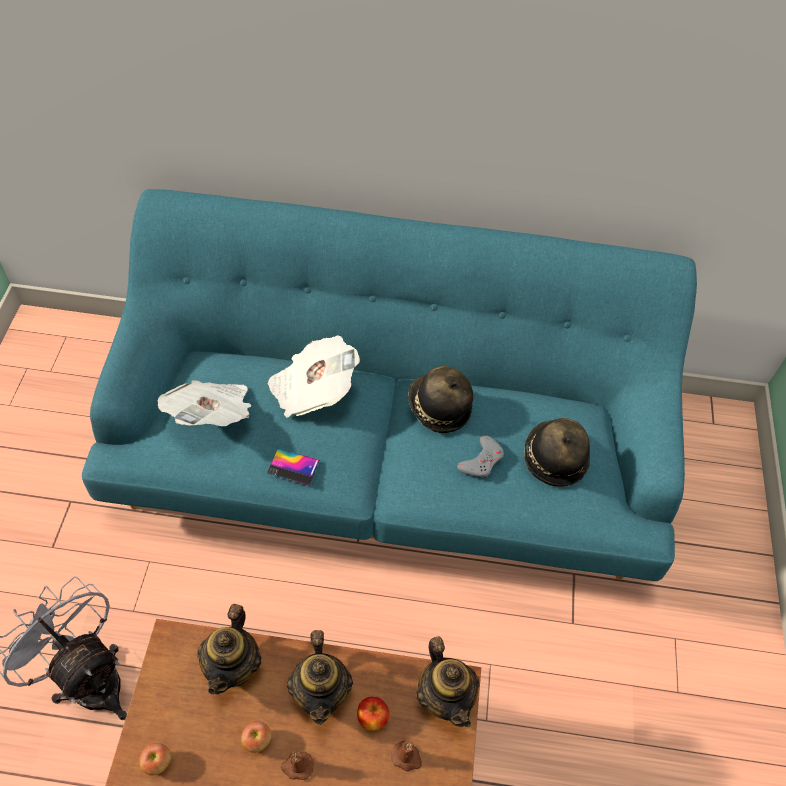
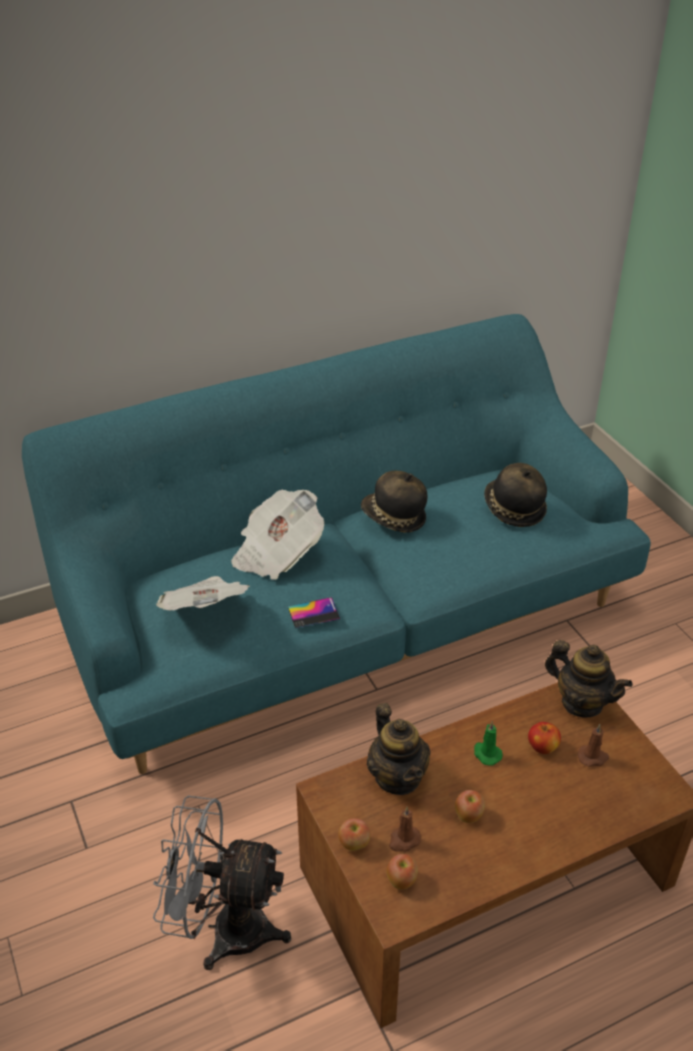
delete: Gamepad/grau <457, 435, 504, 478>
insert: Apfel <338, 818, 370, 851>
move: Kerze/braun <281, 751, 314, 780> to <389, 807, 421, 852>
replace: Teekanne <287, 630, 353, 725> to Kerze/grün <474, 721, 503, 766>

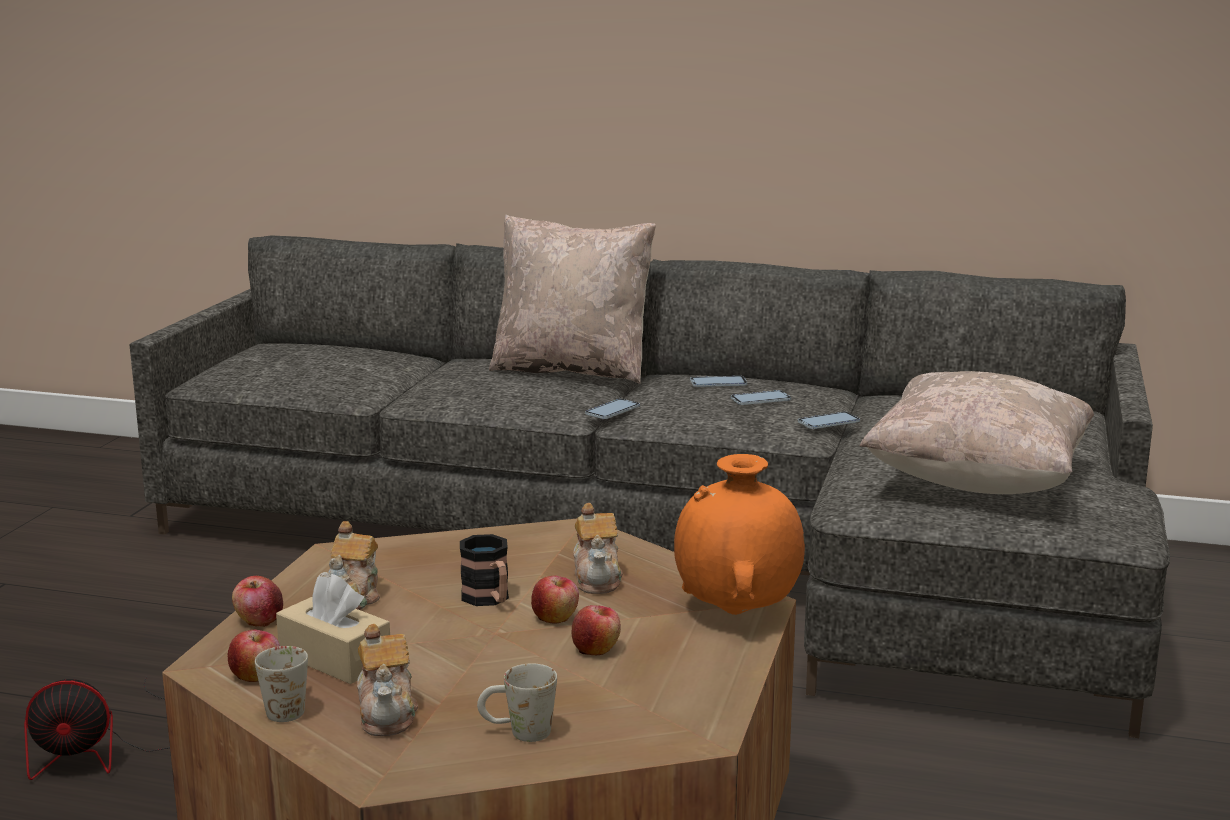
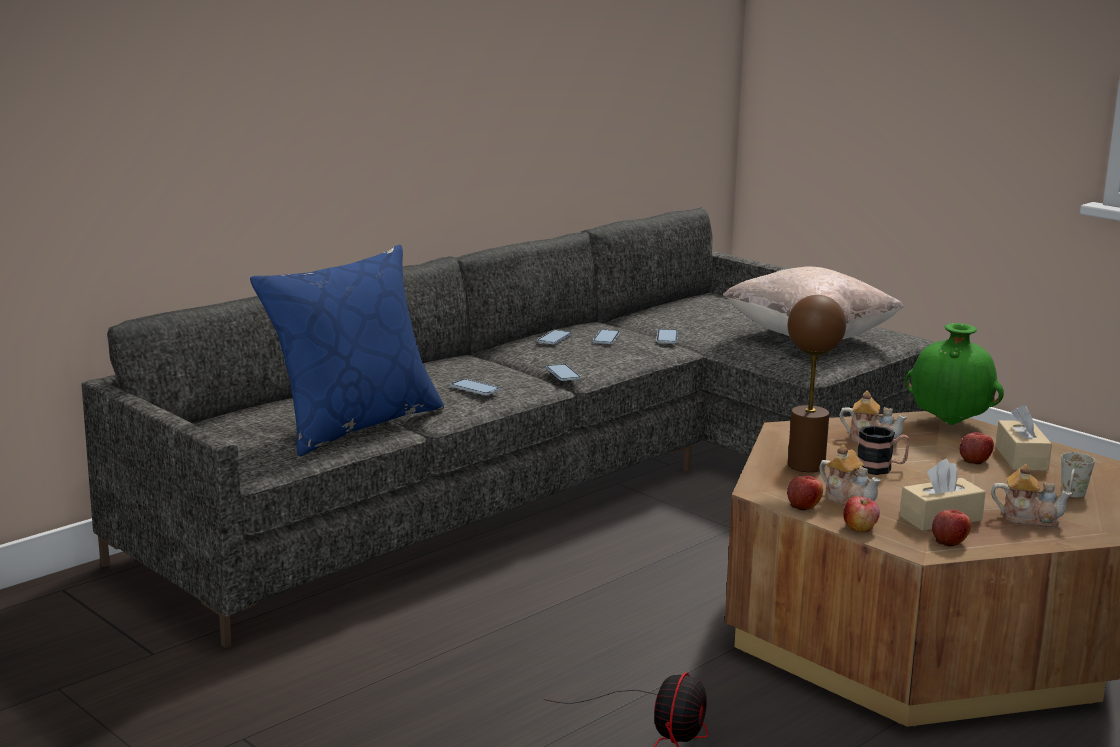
delete: Henkelbecher/weiß <255, 646, 308, 722>; Kissen/beige <489, 215, 656, 384>
insert: Kissen/blau <250, 245, 444, 456>; Handy <450, 379, 500, 396>; Tischlampe/braun <788, 295, 846, 472>; Taschentuchbox/beige <996, 405, 1052, 471>
move: Apfel <531, 576, 579, 624> to <787, 476, 823, 510>
recolor: Vase/orange <674, 454, 805, 615> to Vase/grün <905, 323, 1004, 425>

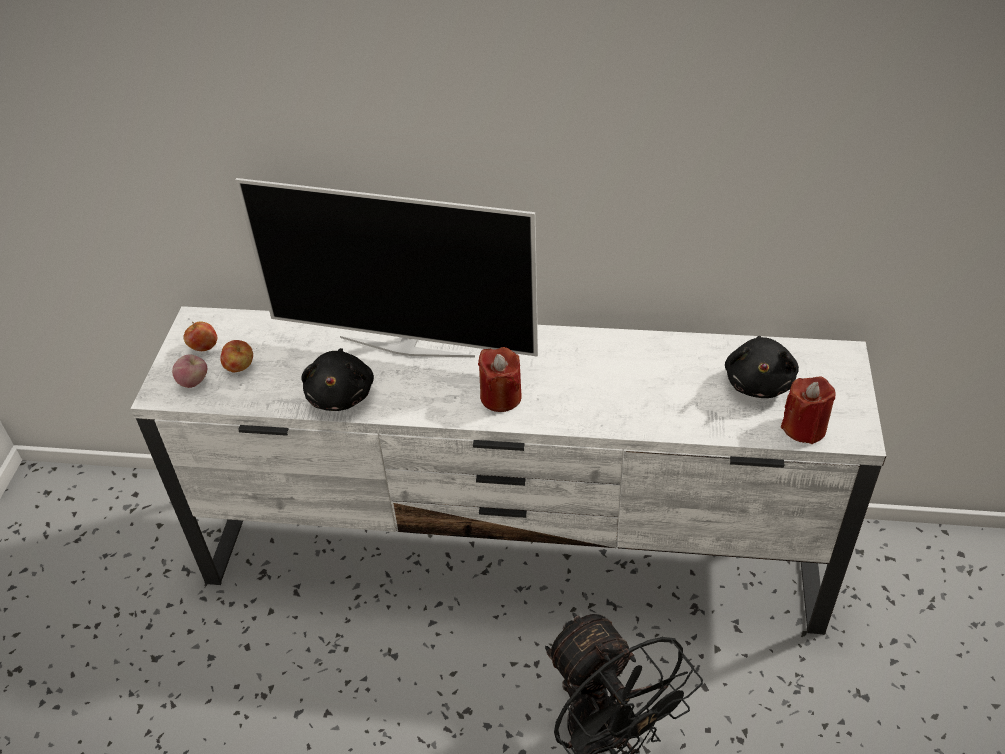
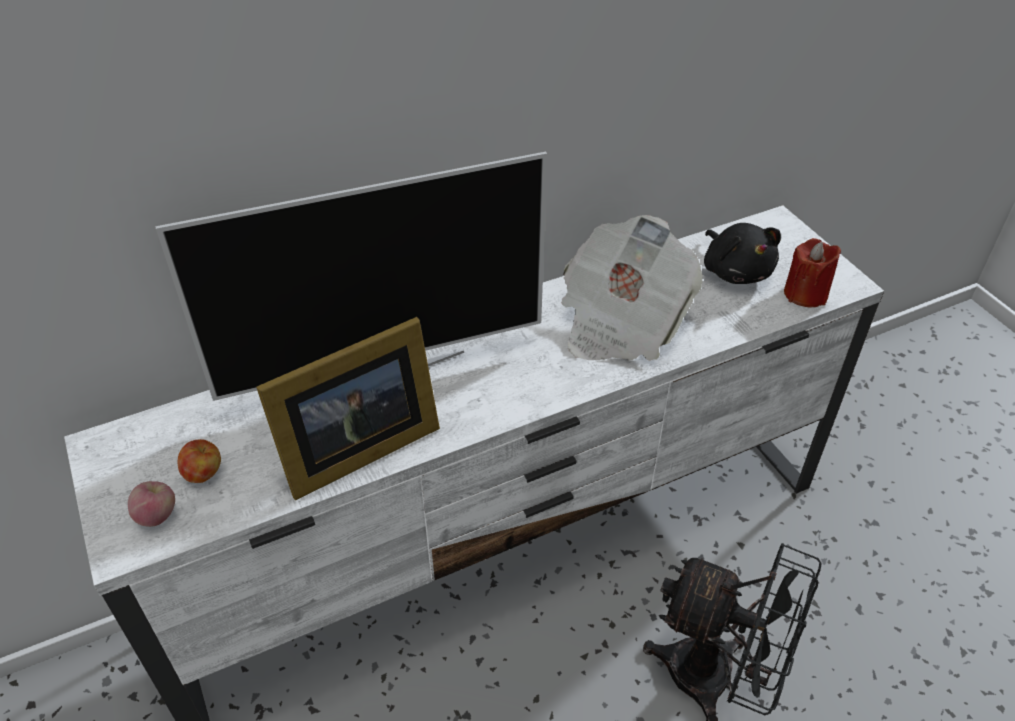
delete: Apfel <183, 321, 217, 351>; Kerze/rot <478, 347, 522, 412>
insert: Zeitung <561, 215, 703, 361>
replace: Plüschtier/schwarz <301, 348, 374, 411> to Bilderrahmen <256, 317, 440, 500>

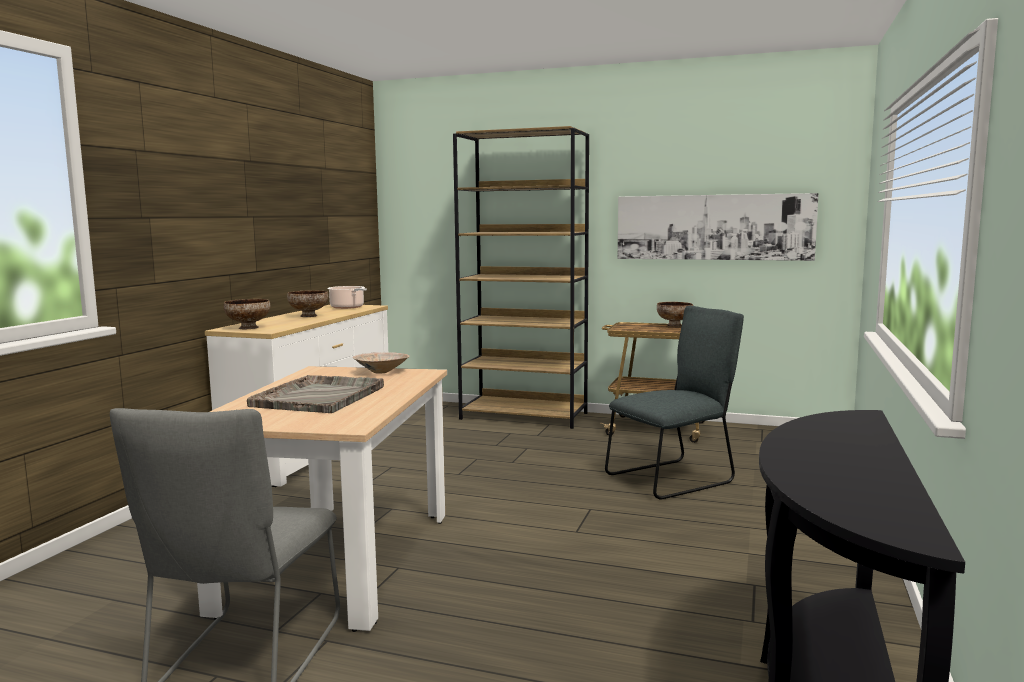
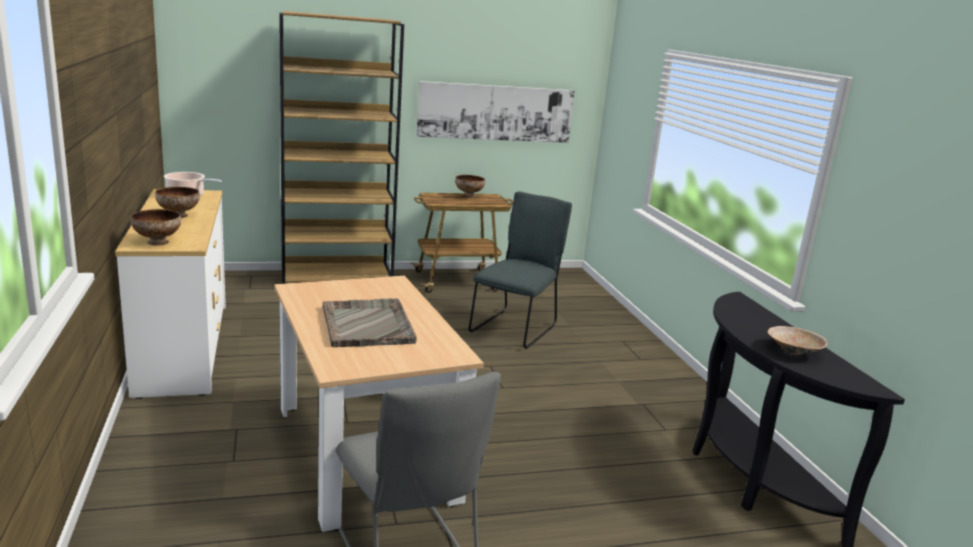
move: Schüssel/beige <353, 352, 410, 374> to <768, 326, 828, 355>

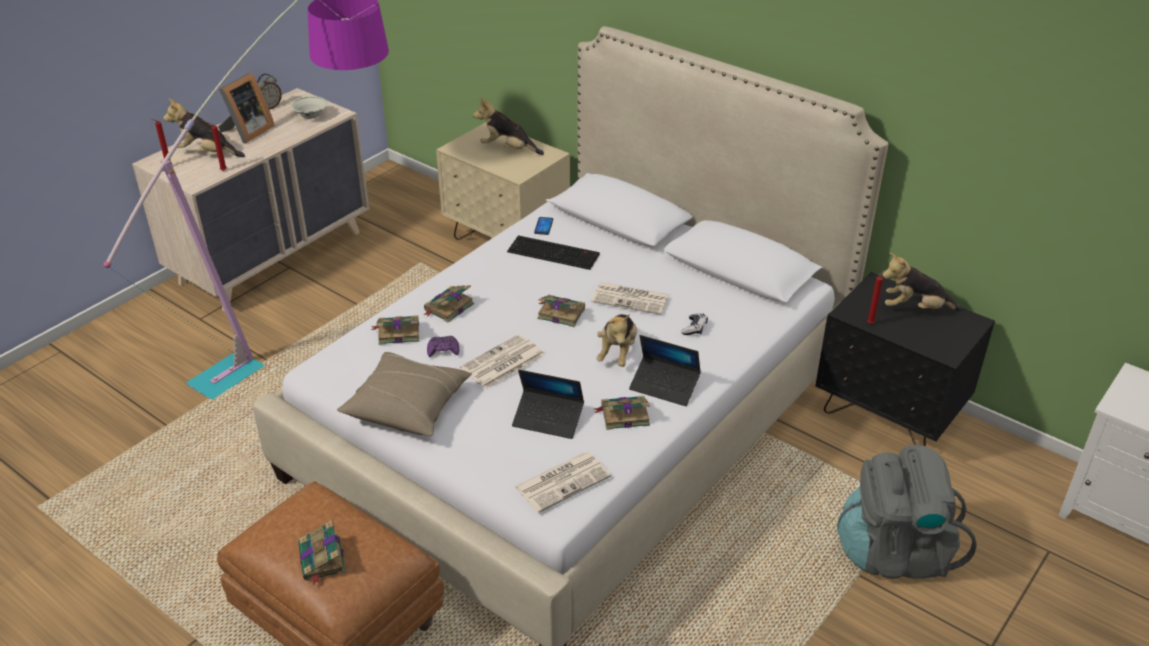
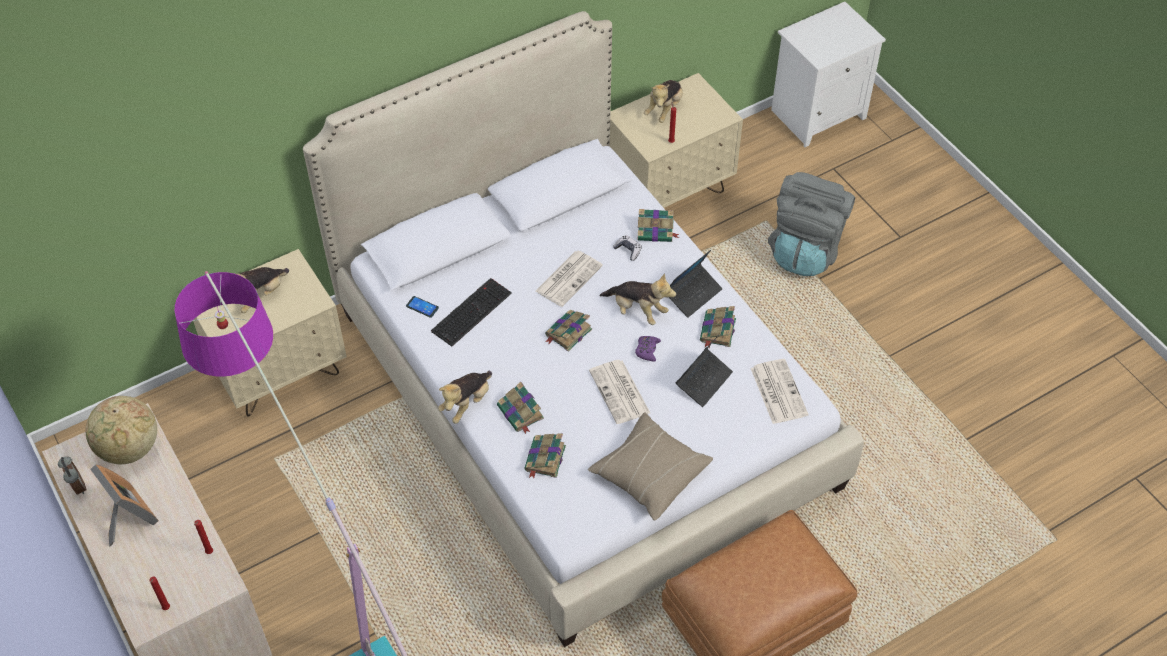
move: Plüschtier <163, 99, 245, 157> to <438, 371, 492, 424>; Gamepad/lila <427, 336, 459, 357> to <635, 336, 661, 362>; Buch <298, 520, 346, 585> to <638, 209, 679, 242>
replace: Schüssel/weiß <291, 96, 327, 119> to Globus <86, 396, 157, 464>
recolor: Nachttisch/schwarz <815, 272, 995, 447> to Nachttisch/beige <610, 73, 743, 208>

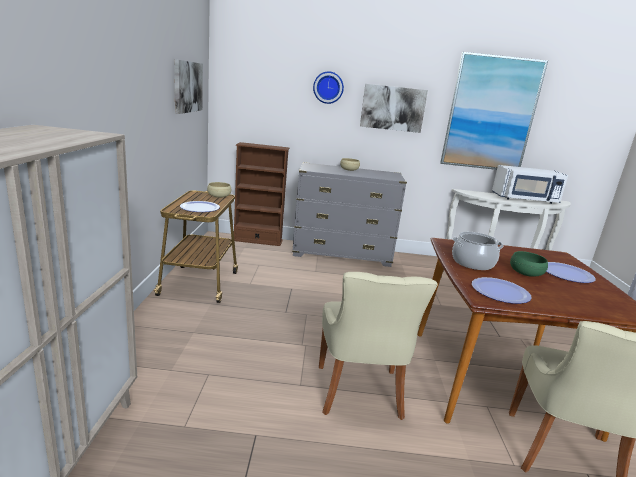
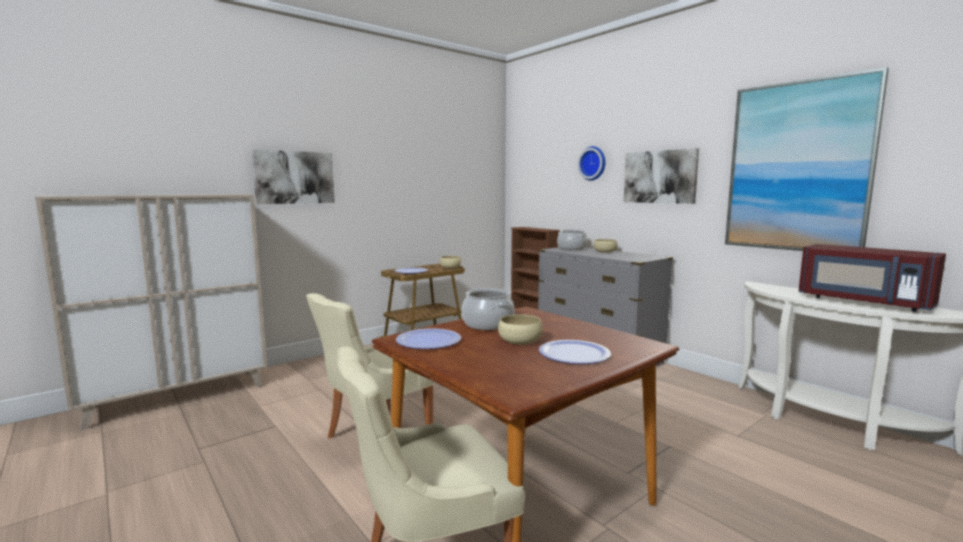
insert: Kochtopf <557, 230, 587, 250>
move: Bild <174, 59, 203, 114> to <252, 149, 335, 204>
recolor: Schüssel/grün <510, 251, 548, 277> to Schüssel/beige <498, 314, 543, 345>; Mikrowelle/weiß <492, 165, 568, 204> to Mikrowelle/rot <798, 244, 946, 312>

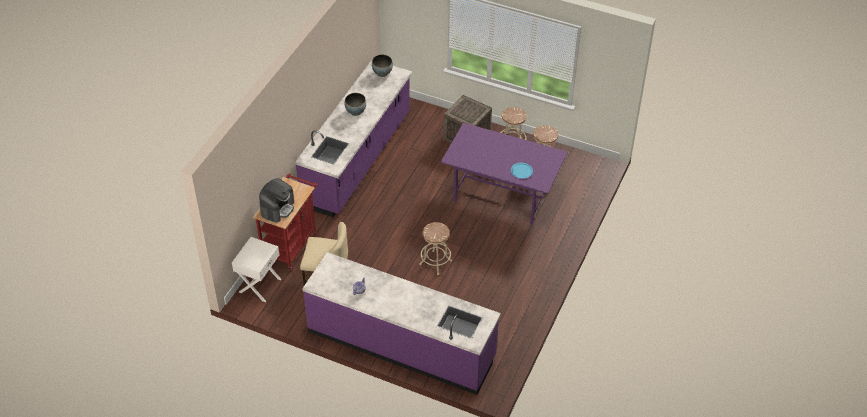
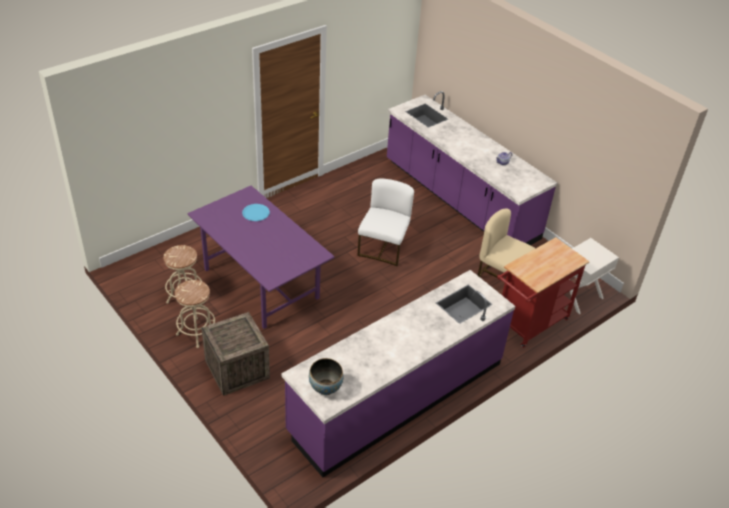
delete: Kaffeemaschine <259, 178, 294, 223>; Schüssel <345, 93, 366, 116>
replace: Hocker/beige <419, 222, 452, 275> to Stuhl/weiß <357, 179, 414, 266>

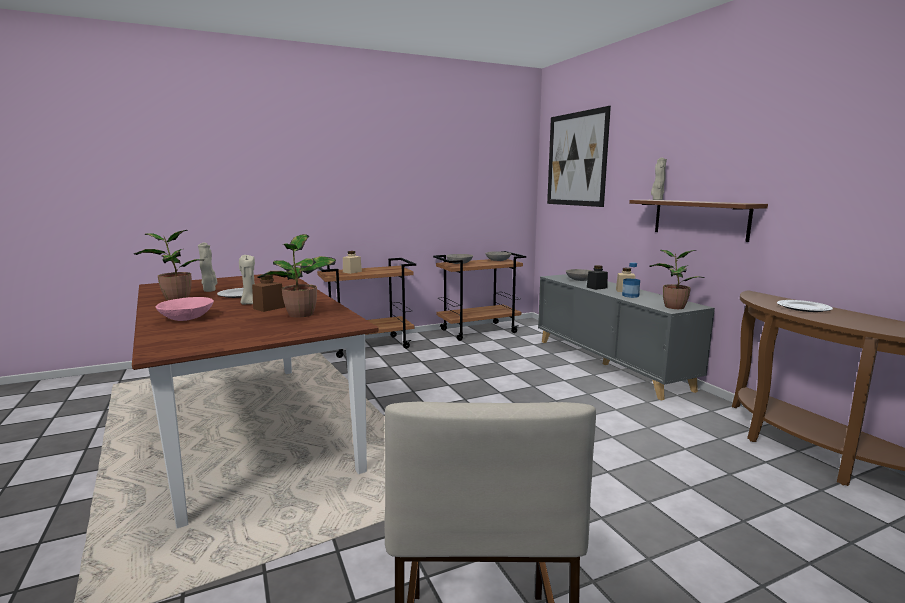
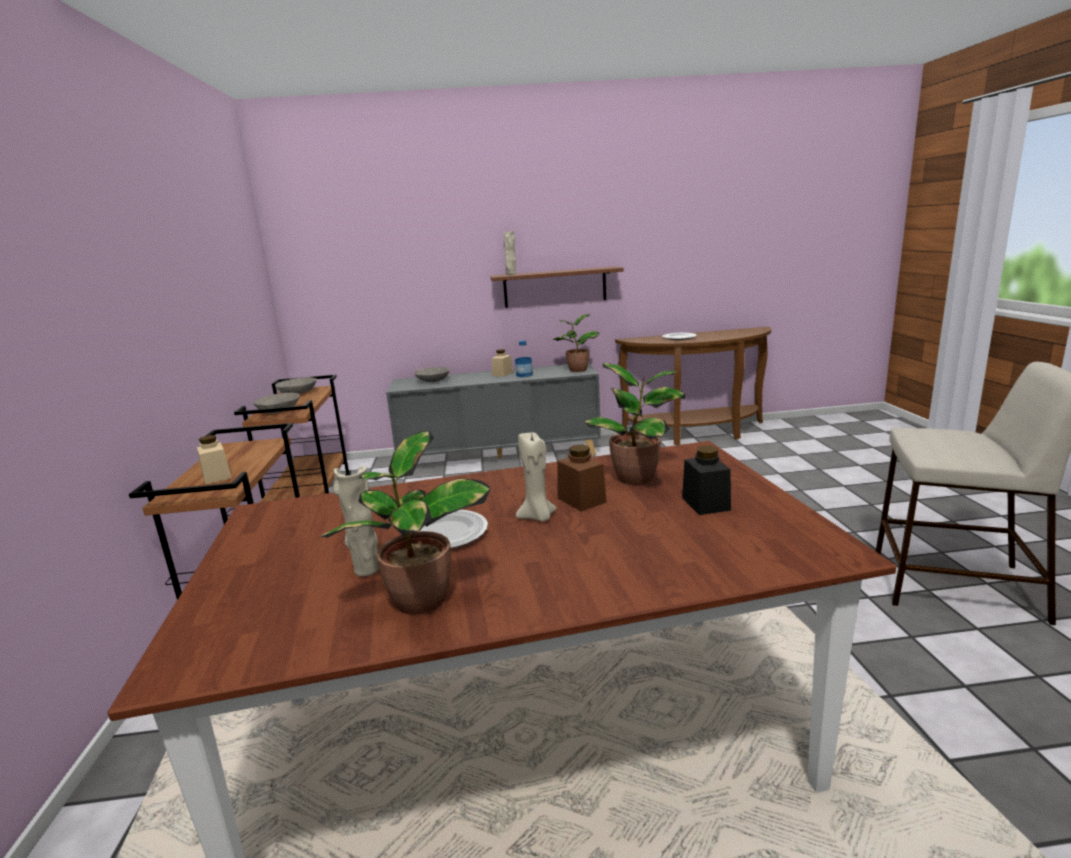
delete: Schüssel/rosa <156, 297, 214, 321>; Bild <547, 106, 611, 207>
move: Vorratsglas/schwarz <587, 265, 608, 290> to <682, 446, 731, 515>

